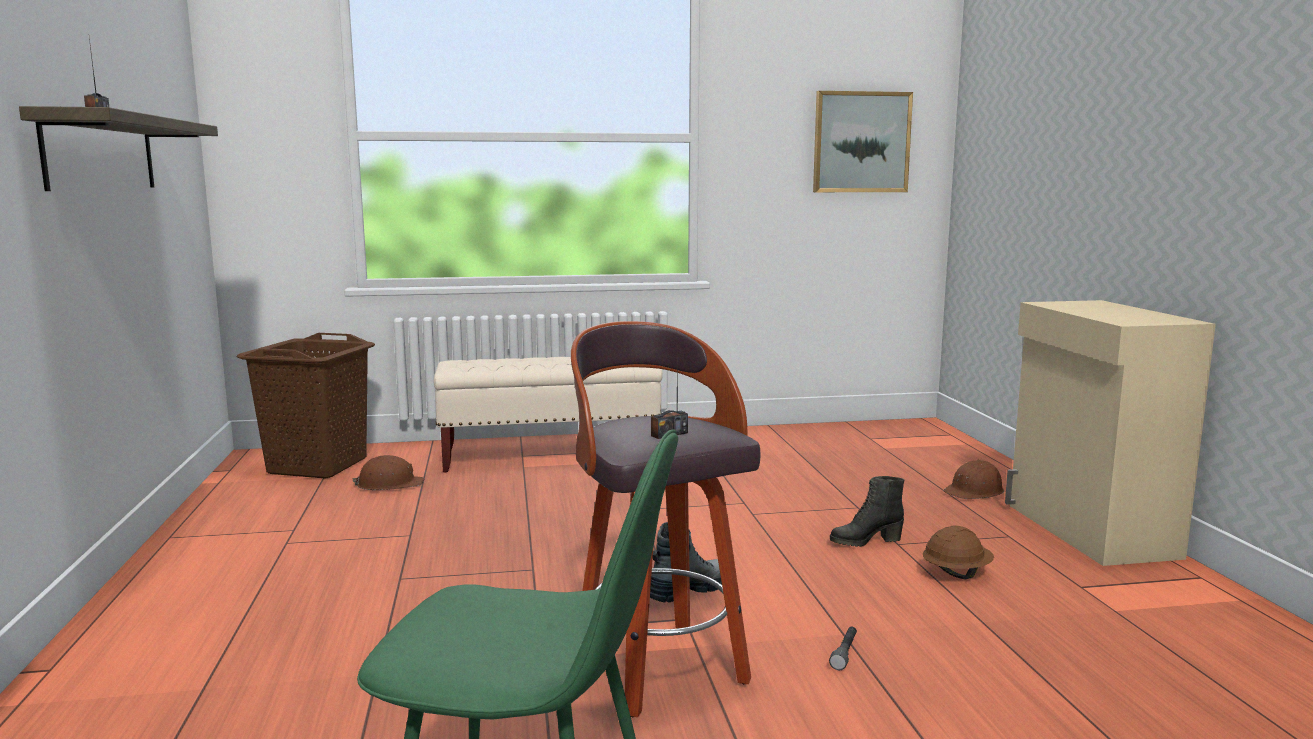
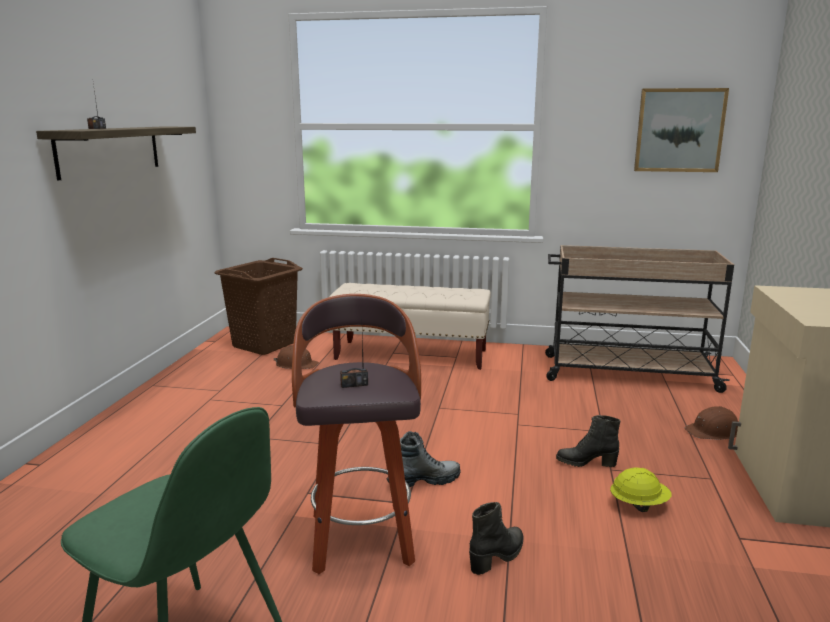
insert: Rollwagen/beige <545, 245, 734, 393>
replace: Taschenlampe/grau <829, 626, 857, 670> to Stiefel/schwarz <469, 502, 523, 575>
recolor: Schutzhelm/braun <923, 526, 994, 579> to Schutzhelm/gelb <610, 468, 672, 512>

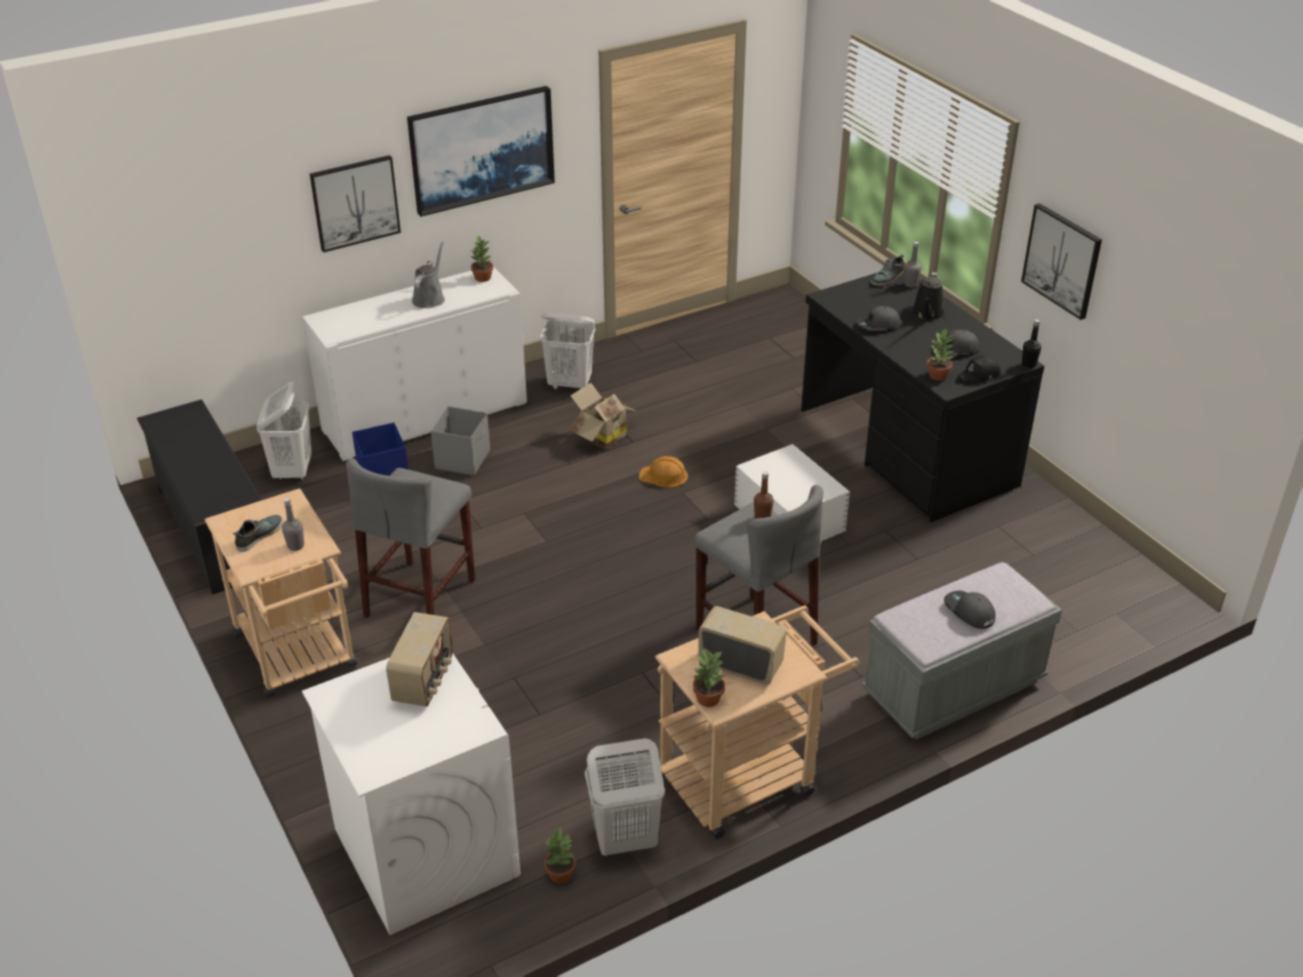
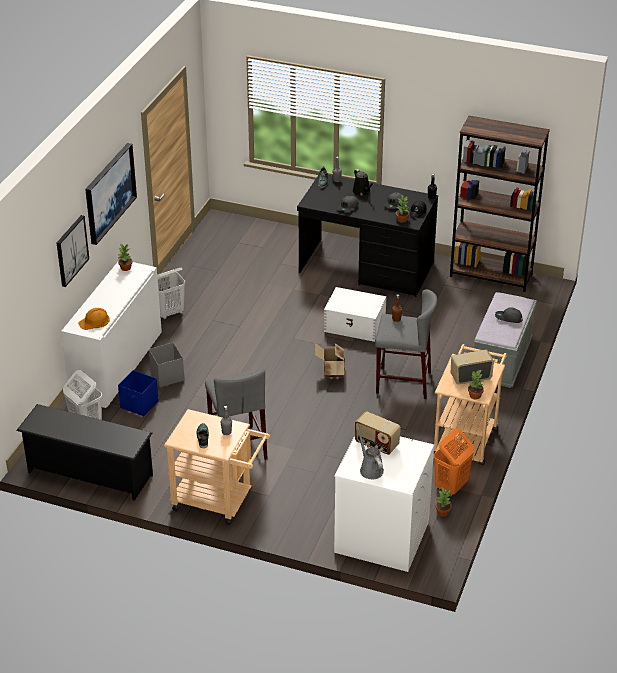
delete: Bild <1021, 203, 1102, 320>
insert: Bücherregal/braun <450, 116, 550, 292>
move: Schutzhelm/orange <639, 456, 688, 488> to <78, 308, 110, 330>; Karton <569, 383, 638, 449> to <315, 343, 345, 378>; Gießkanne/grau <412, 242, 445, 308> to <357, 427, 384, 479>
recolor: Wäschekorb/weiß <585, 738, 665, 857> to Wäschekorb/orange <434, 428, 474, 497>
rotate: Radio <386, 612, 453, 707> = <355, 411, 401, 455> 150 degrees clockwise

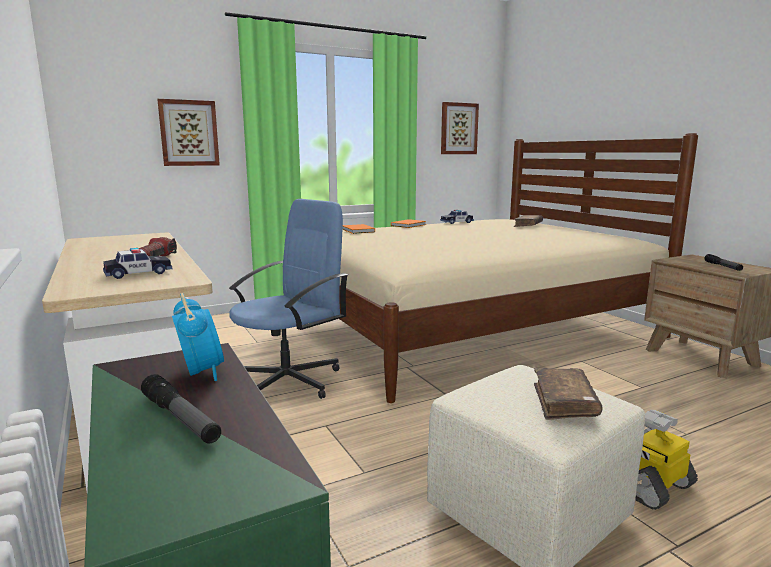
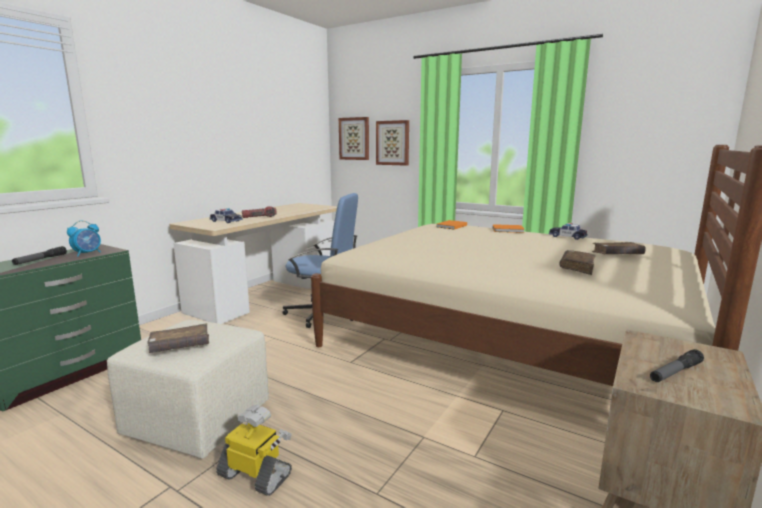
insert: Buch/braun <559, 250, 596, 275>
move: Bild <441, 102, 479, 154> to <339, 117, 369, 160>

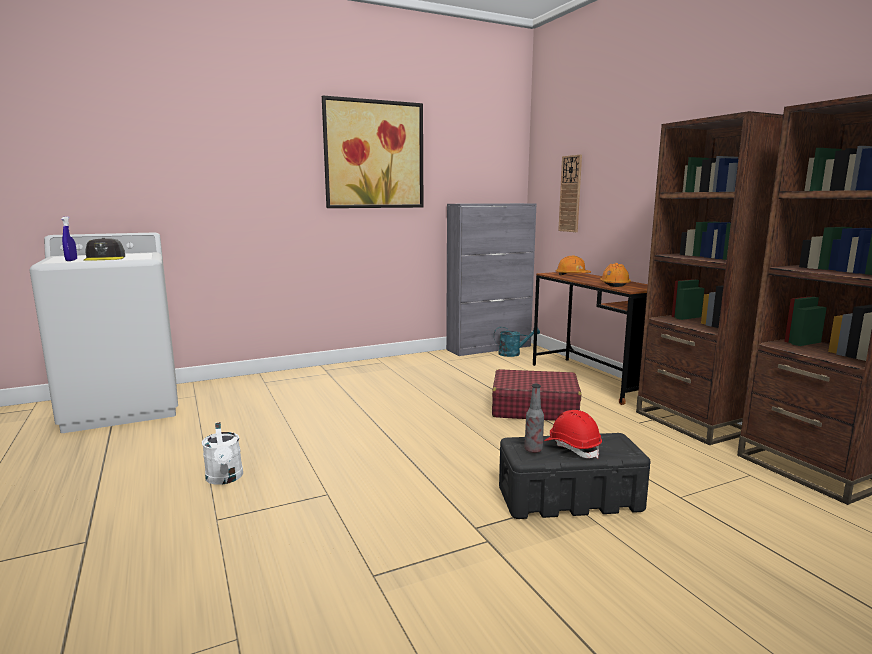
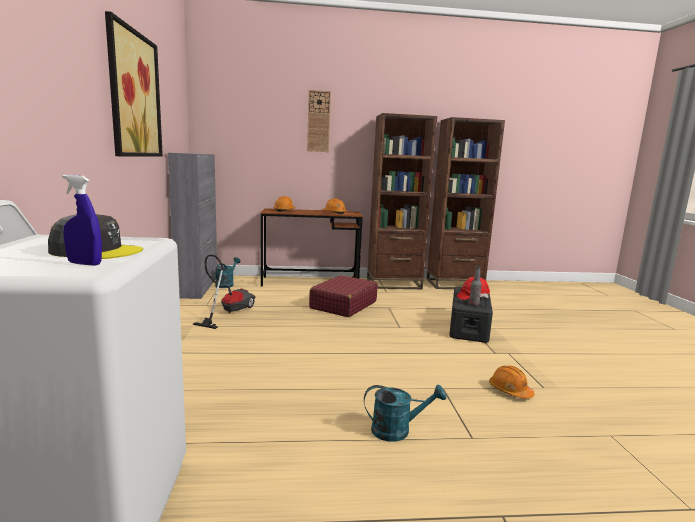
insert: Staubsauger <193, 254, 255, 329>; Schutzhelm/orange <489, 366, 534, 399>
move: Wanduhr <558, 154, 582, 232> to <307, 90, 331, 152>
recolor: Gießkanne/weiß <202, 422, 243, 485> to Gießkanne/türkis <364, 385, 446, 442>

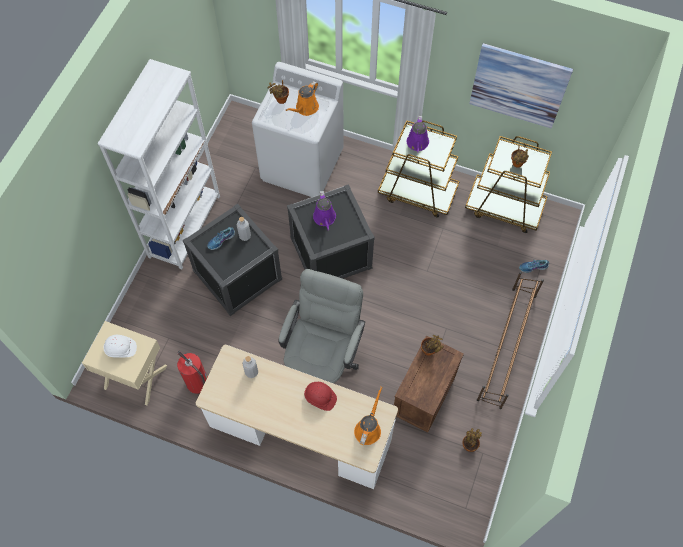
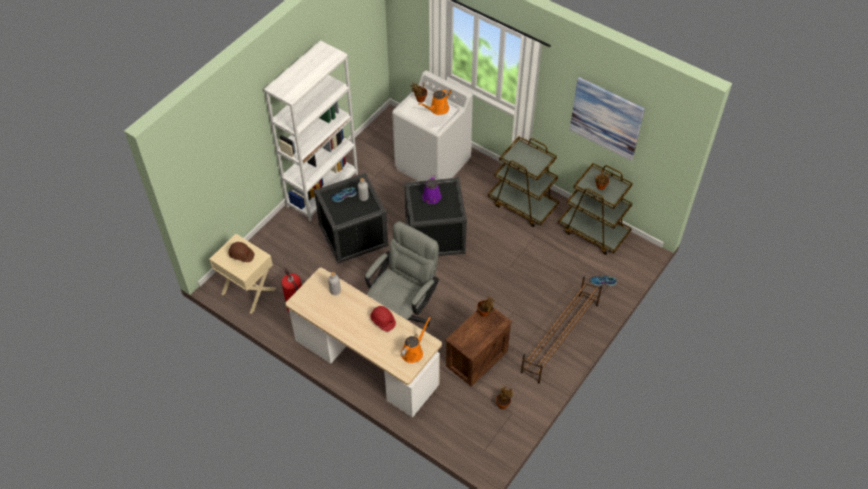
delete: Gießkanne/lila <407, 115, 429, 152>
recolor: Schutzhelm/weiß <104, 335, 137, 357> to Schutzhelm/braun <228, 242, 254, 262>

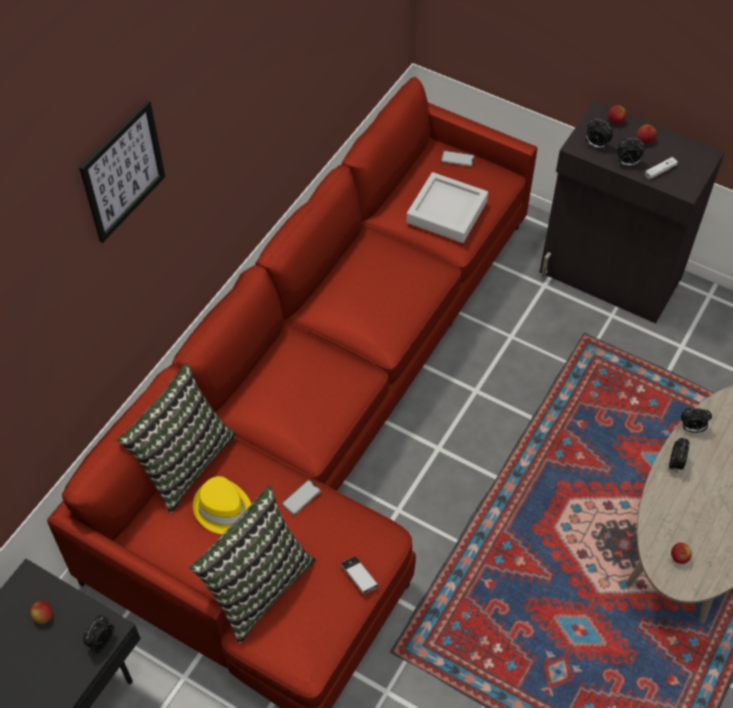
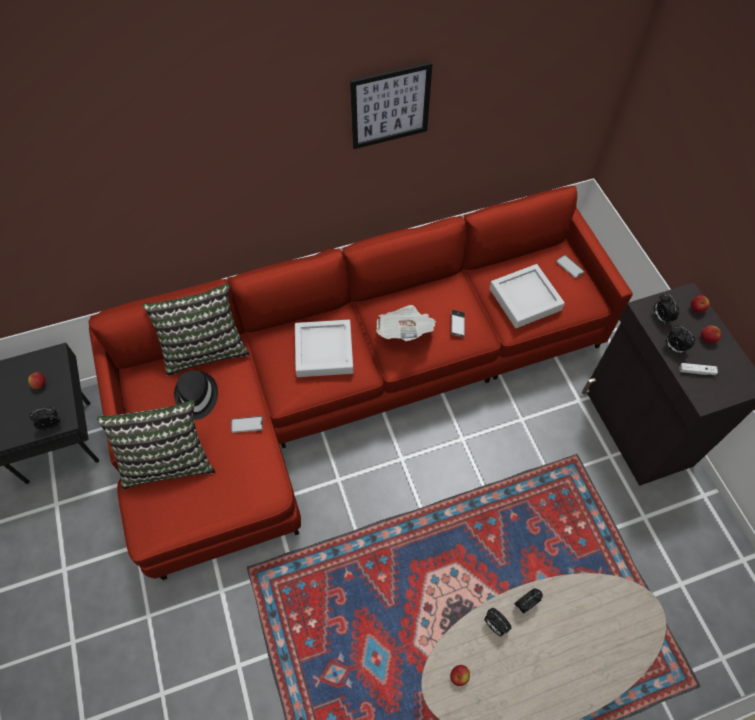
insert: Tablett/grau <295, 320, 354, 377>; Zeitung <376, 305, 436, 341>
move: Bild <79, 100, 165, 243> to <350, 62, 432, 149>; Handy <341, 557, 379, 594> to <451, 310, 465, 337>; Wecker <681, 408, 712, 433> to <484, 608, 512, 636>
recolor: Hut/gelb <193, 476, 251, 534> to Hut/schwarz <174, 370, 218, 420>

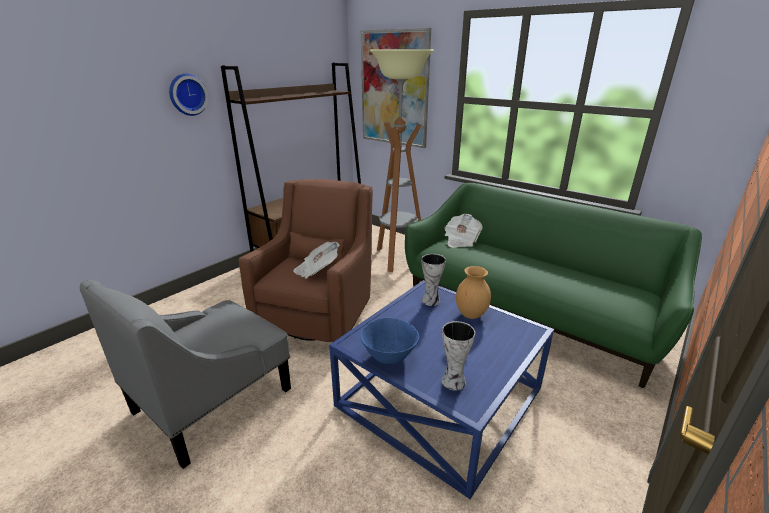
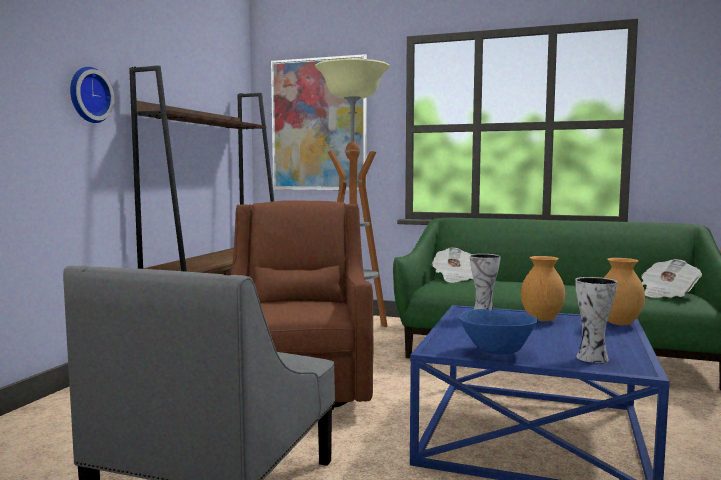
insert: Vase/braun <604, 258, 645, 325>
move: Zeitung <293, 242, 340, 279> to <641, 259, 702, 298>

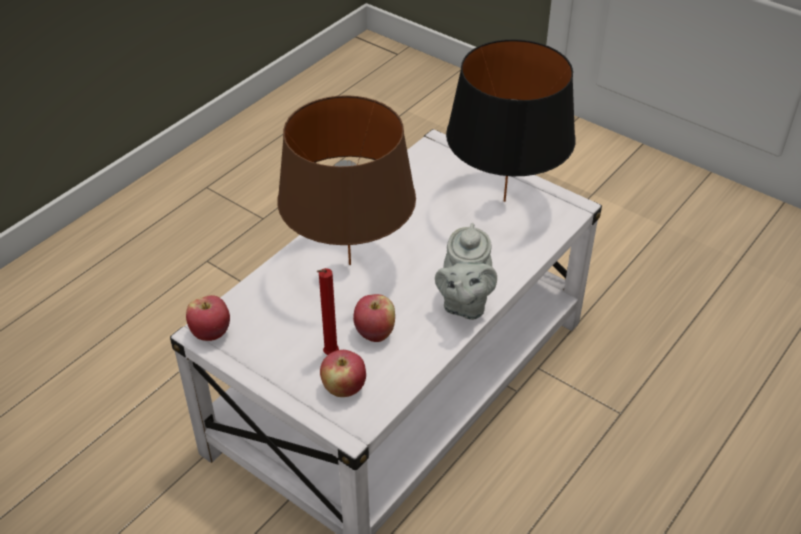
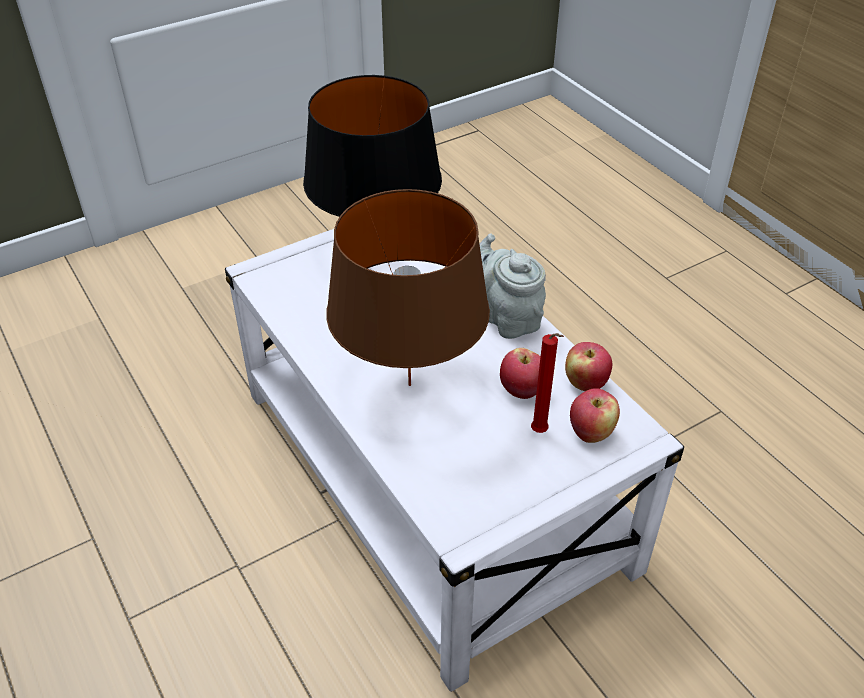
move: Apfel <186, 295, 230, 341> to <565, 342, 612, 391>
rotate: Teekanne/grau <435, 223, 497, 320> = <480, 234, 546, 339> 150 degrees counterclockwise

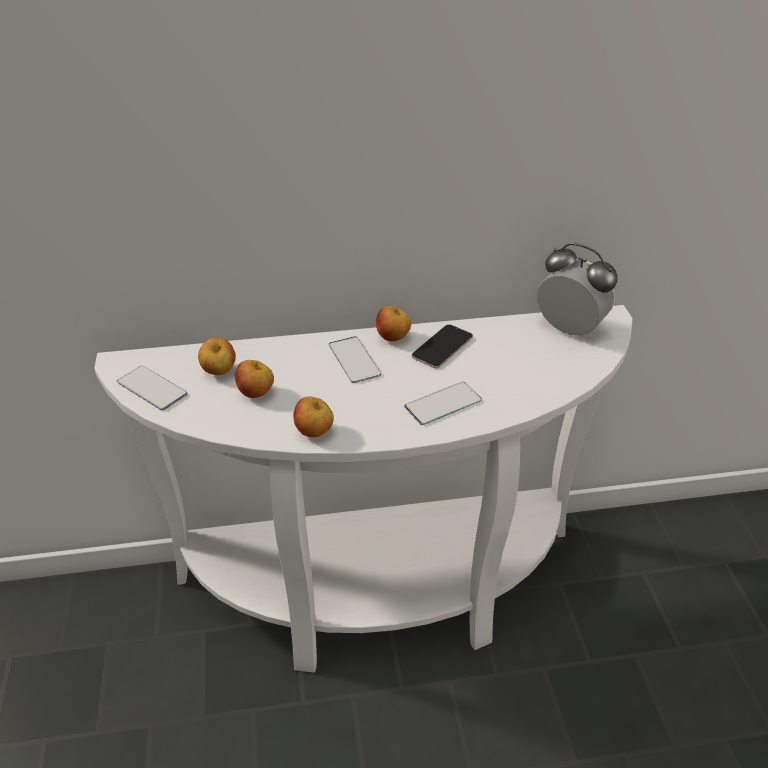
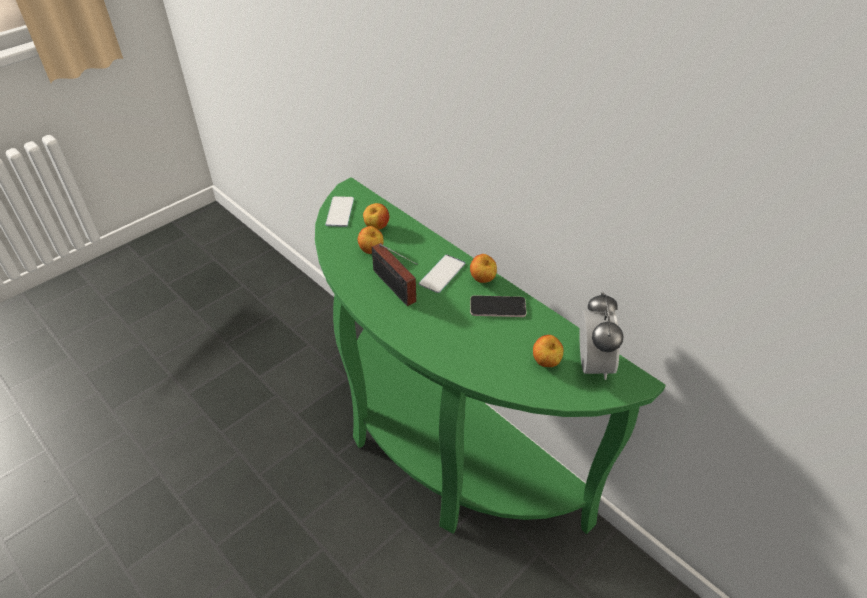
delete: Handy <404, 382, 482, 425>
insert: Radio <372, 243, 418, 306>
move: Apfel <293, 396, 334, 437> to <533, 335, 563, 367>
recolor: Konsolentisch/weiß <94, 305, 633, 673> to Konsolentisch/grün <315, 177, 666, 534>

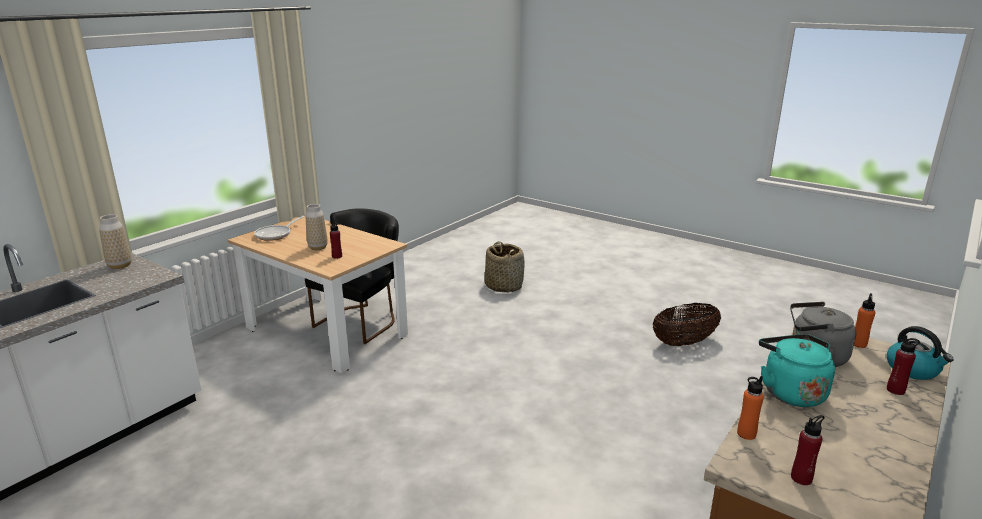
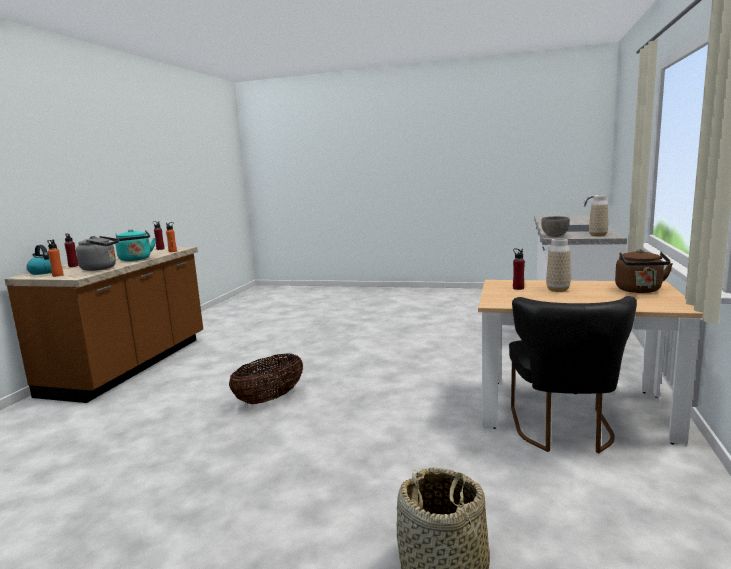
insert: Schüssel/grau <541, 216, 570, 237>
move: Korb <653, 303, 721, 346> to <229, 353, 303, 404>
replace: Pfanne <254, 216, 305, 241> to Wasserkessel/braun <615, 249, 673, 293>

